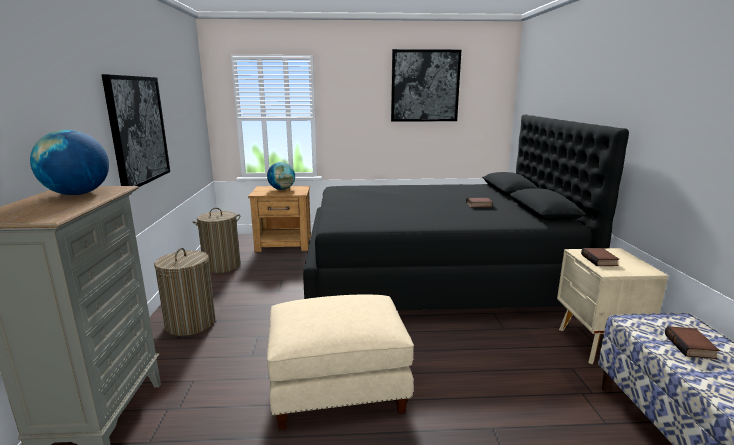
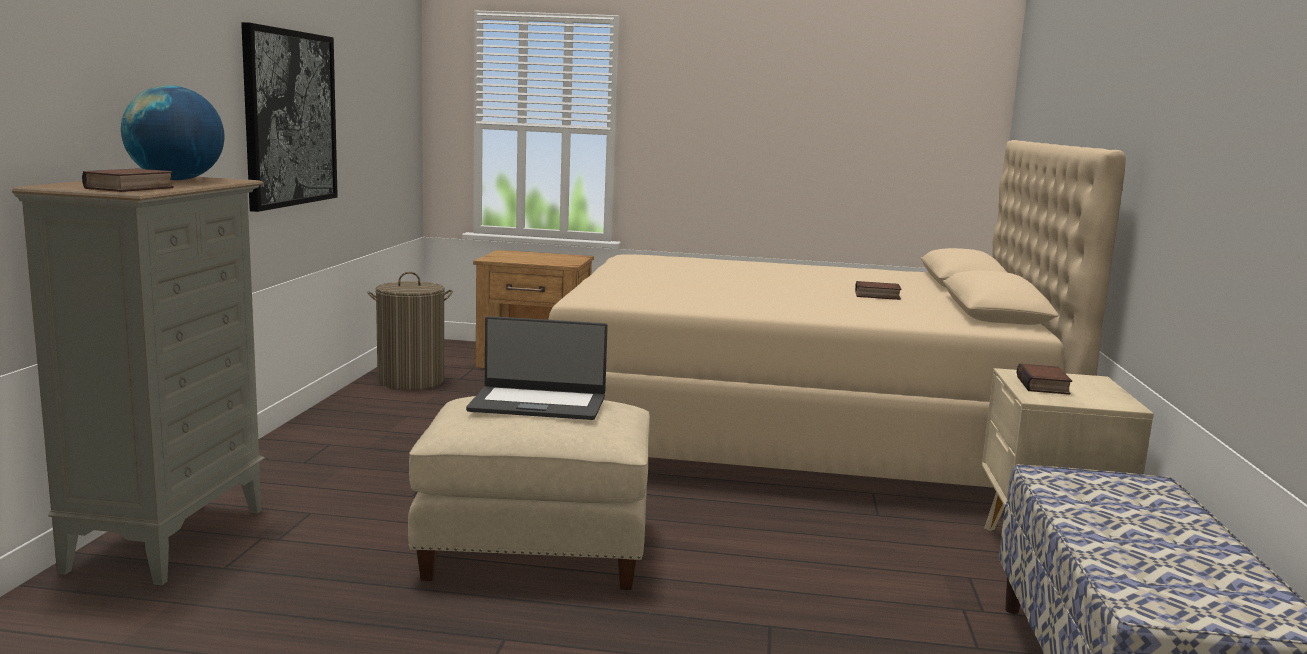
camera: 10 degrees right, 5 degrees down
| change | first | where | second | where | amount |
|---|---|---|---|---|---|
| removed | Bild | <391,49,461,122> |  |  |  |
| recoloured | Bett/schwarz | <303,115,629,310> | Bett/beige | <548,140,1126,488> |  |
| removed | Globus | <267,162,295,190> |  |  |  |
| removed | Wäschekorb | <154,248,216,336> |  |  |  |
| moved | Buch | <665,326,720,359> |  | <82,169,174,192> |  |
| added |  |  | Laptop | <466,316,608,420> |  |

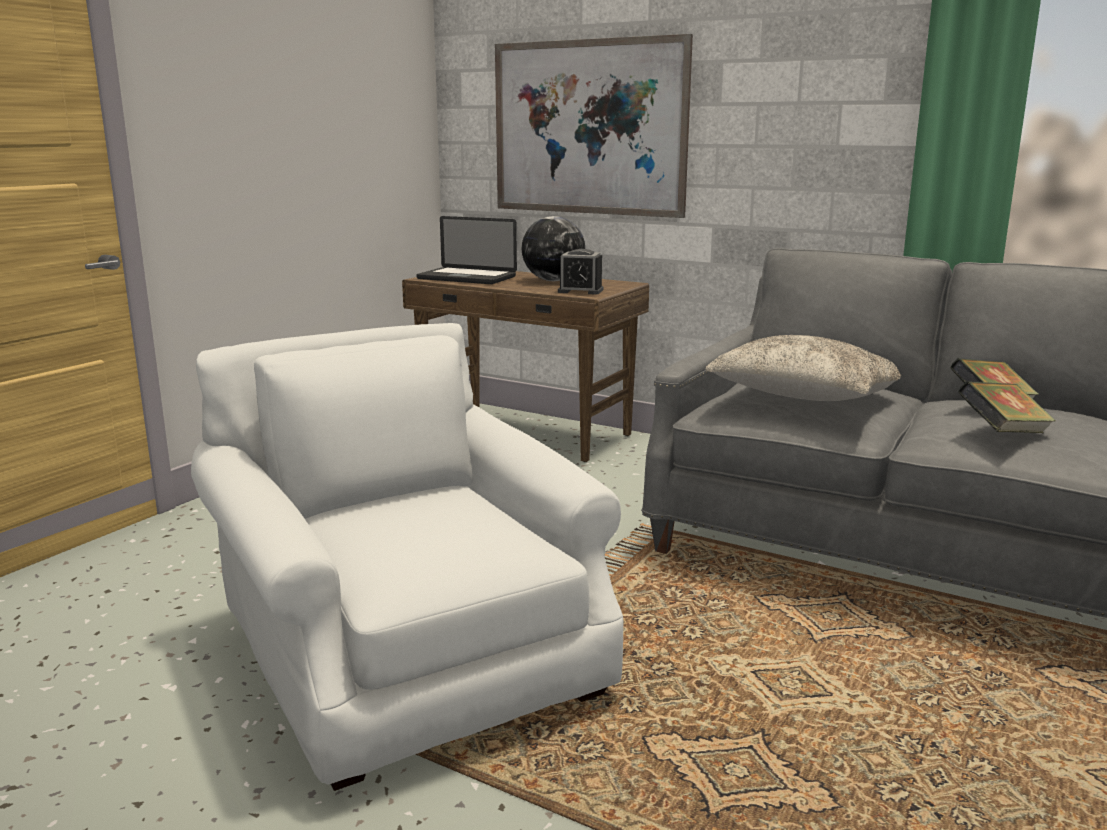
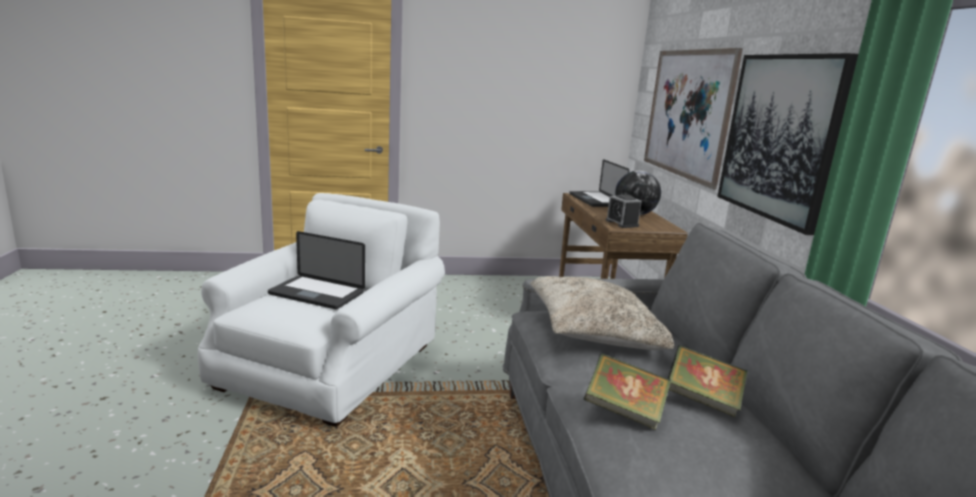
camera: 50 degrees right, 0 degrees up
| change | first | where | second | where | amount |
|---|---|---|---|---|---|
| added |  |  | Bild | <717,53,858,235> |  |
| added |  |  | Laptop | <268,231,365,309> |  |

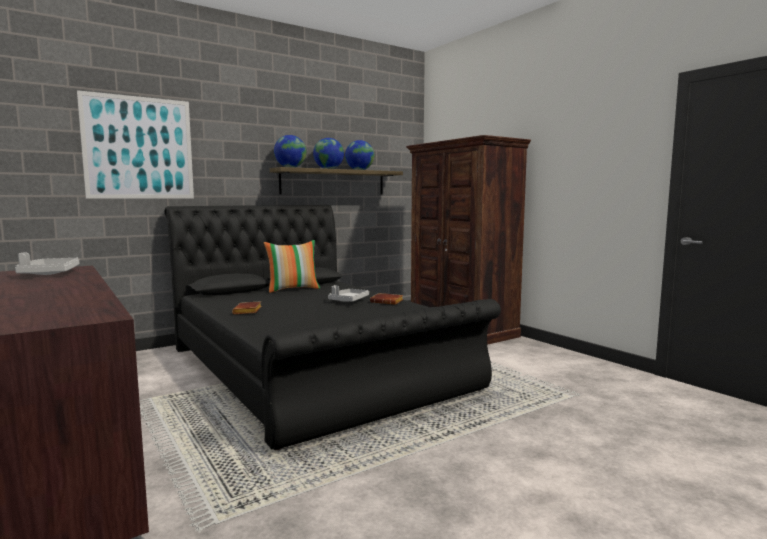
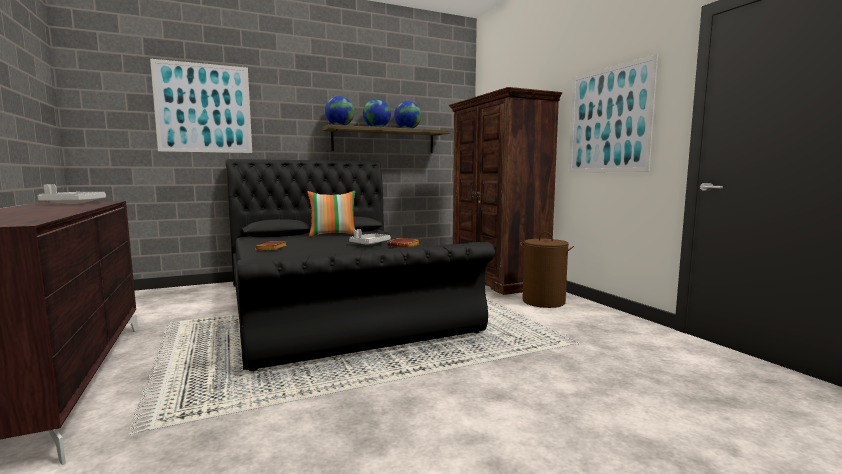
camera: 10 degrees right, 0 degrees up
| change | first | where | second | where | amount |
|---|---|---|---|---|---|
| added |  |  | Bild | <569,54,658,172> |  |
| added |  |  | Wäschekorb/braun | <520,232,574,308> |  |

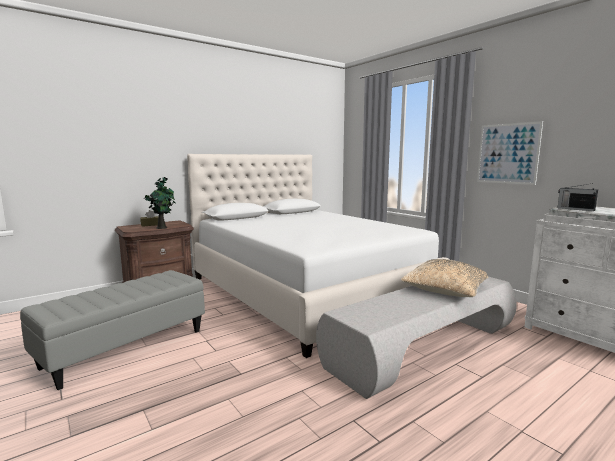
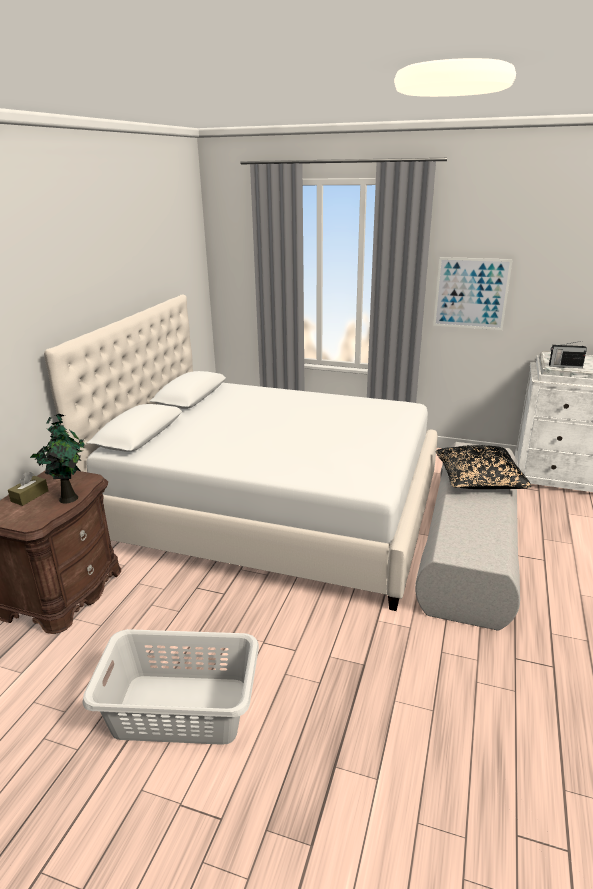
camera: 35 degrees left, 15 degrees up
| change | first | where | second | where | amount |
|---|---|---|---|---|---|
| recoloured | Kissen/beige | <401,259,488,297> | Kissen/schwarz | <435,445,531,489> |  |
| replaced | Polsterhocker/grau | <20,270,205,390> | Wäschekorb/grau | <83,629,259,745> |  |

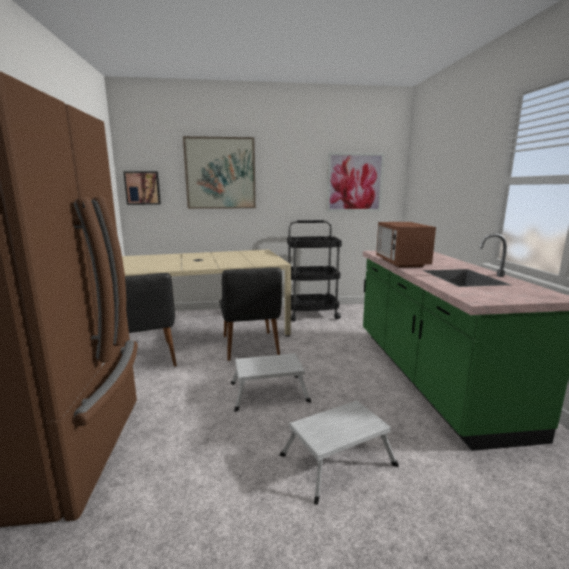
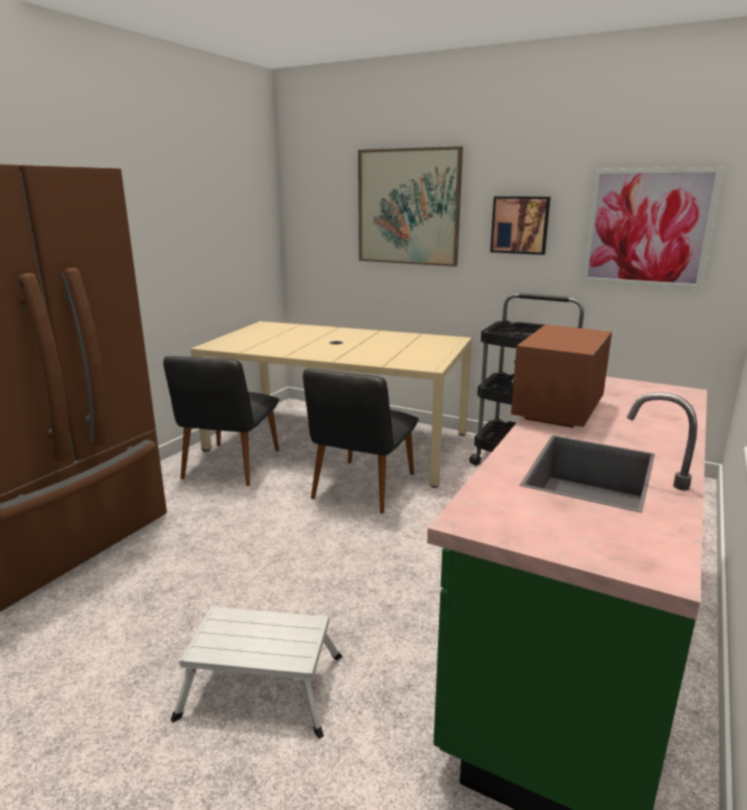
camera: 35 degrees right, 5 degrees up
| change | first | where | second | where | amount |
|---|---|---|---|---|---|
| moved | Bild | <123,171,161,205> |  | <490,196,551,255> |  |
| removed | Trittleiter/weiß | <230,353,311,412> |  |  |  |

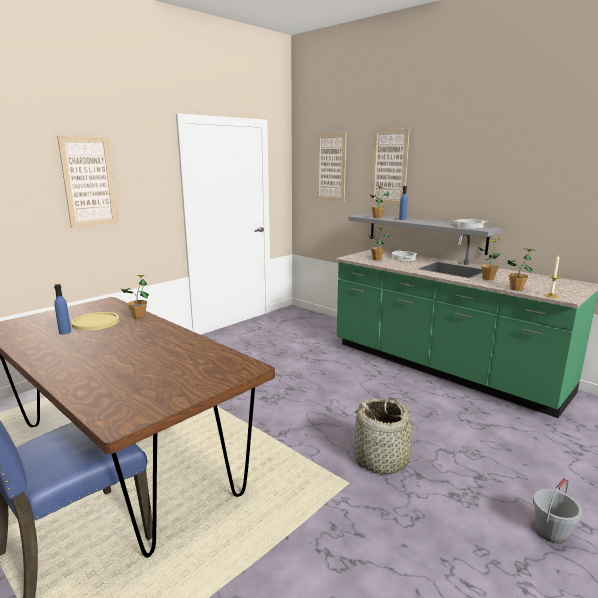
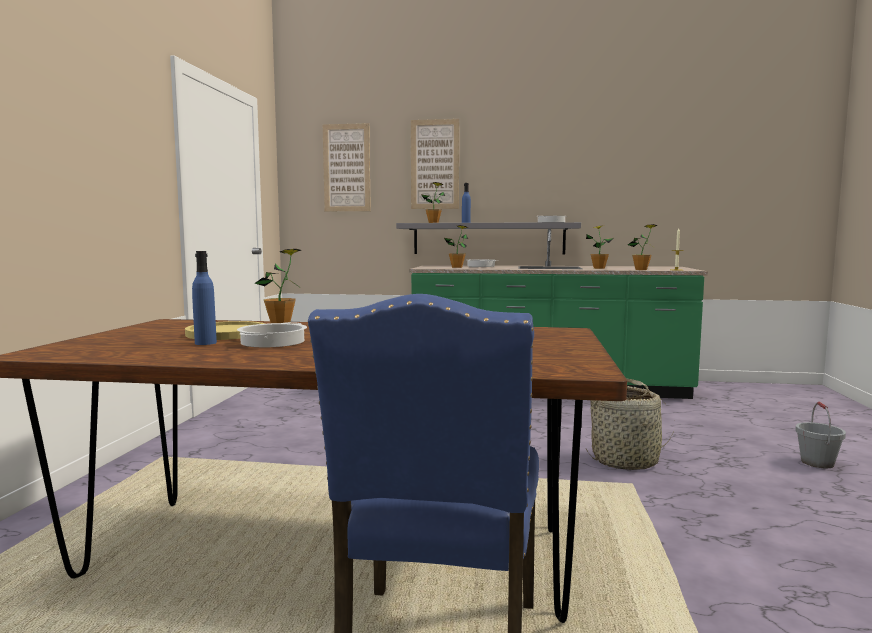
camera: 35 degrees left, 10 degrees down
| change | first | where | second | where | amount |
|---|---|---|---|---|---|
| removed | Bild | <57,135,118,228> |  |  |  |
| added |  |  | Kochtopf | <237,322,307,347> |  |

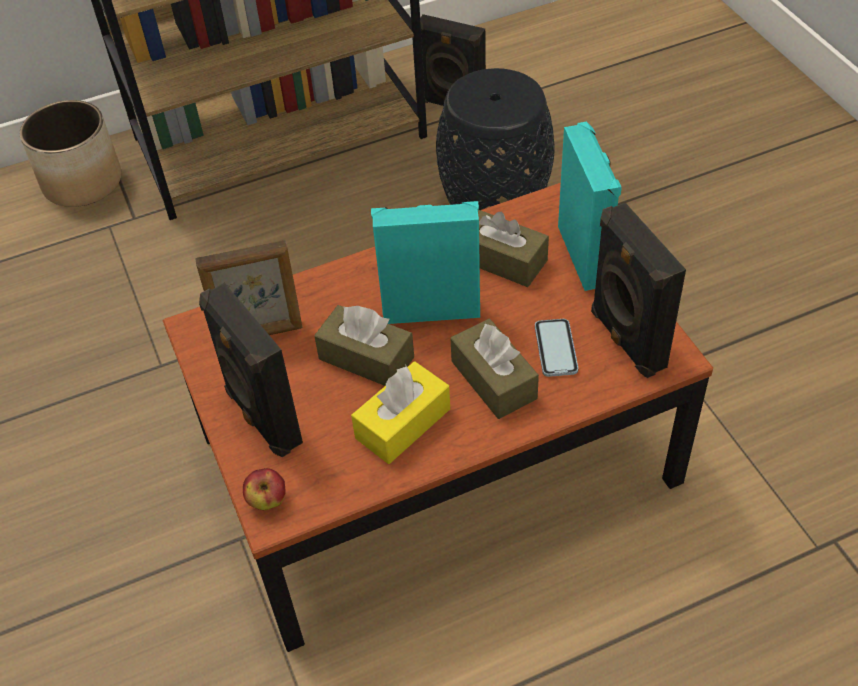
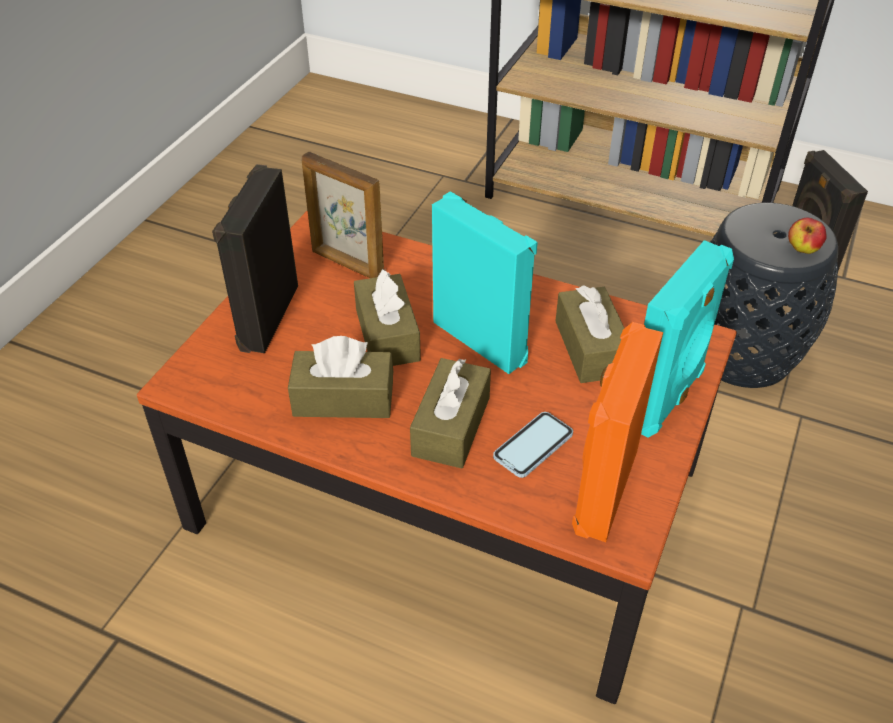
camera: 45 degrees right, 5 degrees down
| change | first | where | second | where | amount |
|---|---|---|---|---|---|
| removed | Pflanzkübel | <20,100,122,207> |  |  |  |
| recoloured | Lautsprecher/schwarz | <591,203,686,378> | Lautsprecher/orange | <572,322,663,542> |  |
| recoloured | Taschentuchbox/gelb | <351,361,450,464> | Taschentuchbox/braun | <288,336,393,418> |  |
| moved | Apfel | <243,468,286,510> |  | <788,218,827,254> |  |

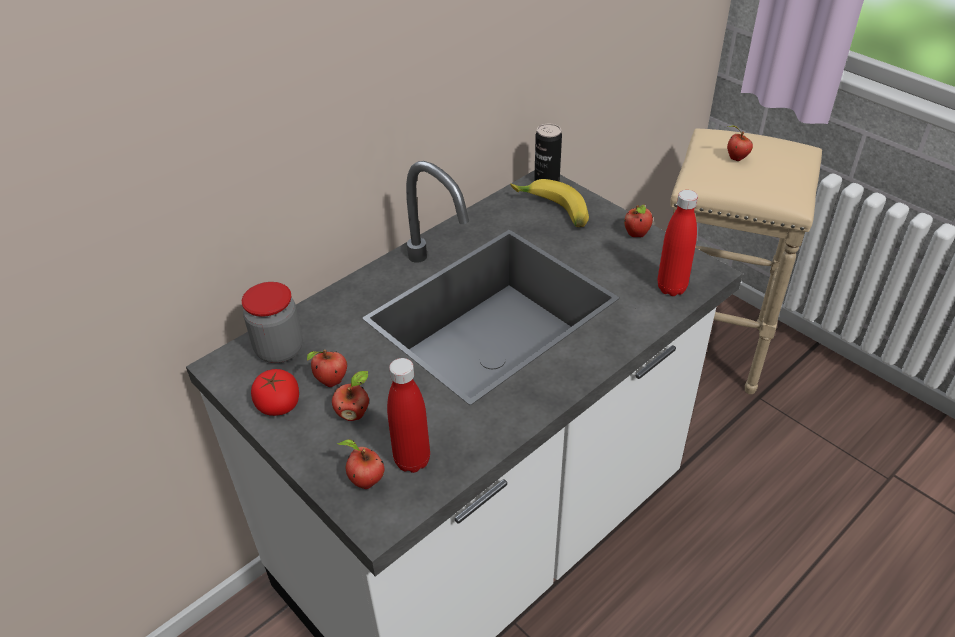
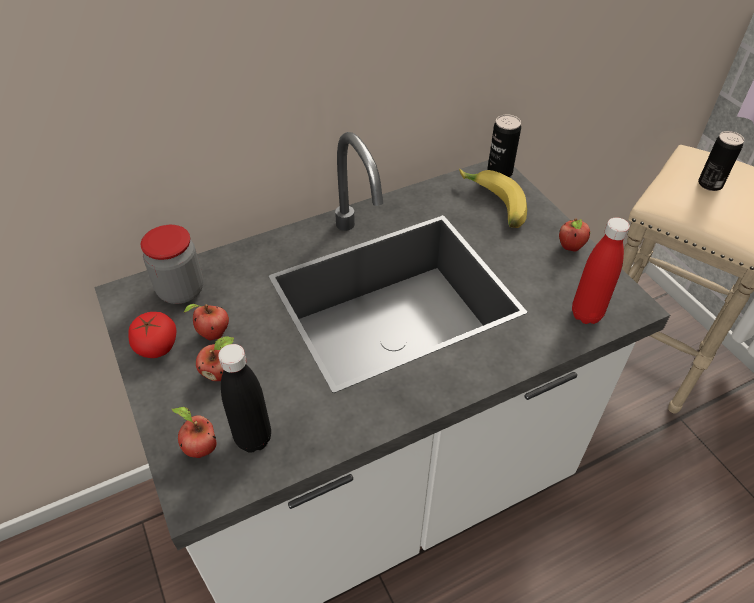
camera: 15 degrees right, 5 degrees up
| change | first | where | second | where | amount |
|---|---|---|---|---|---|
| replaced | Apfel | <727,126,753,161> | Dose | <698,131,744,191> |  |
| recoloured | Flasche/rot | <387,358,430,473> | Flasche/schwarz | <218,344,271,453> |  |

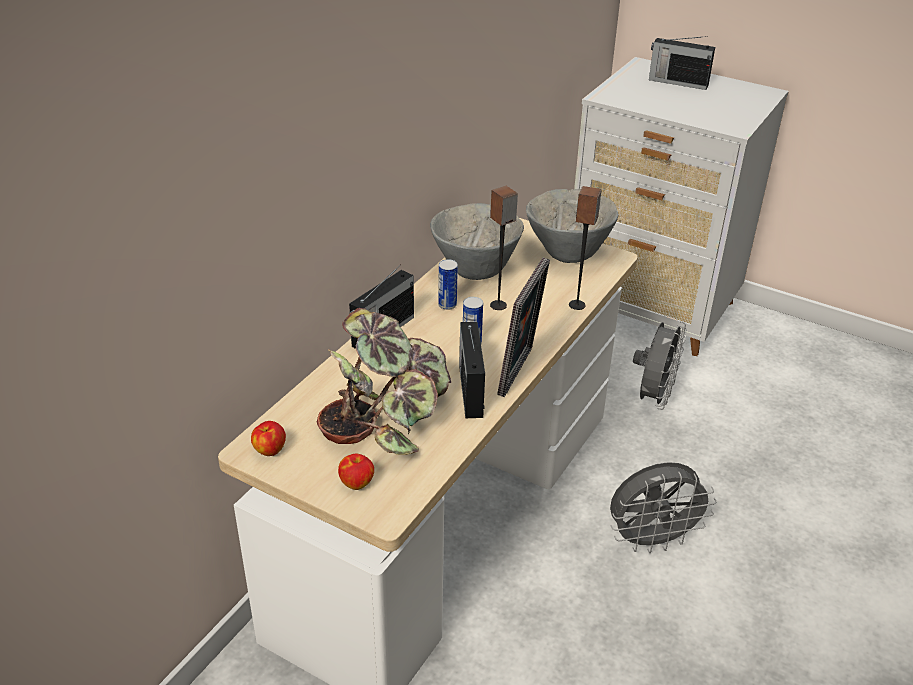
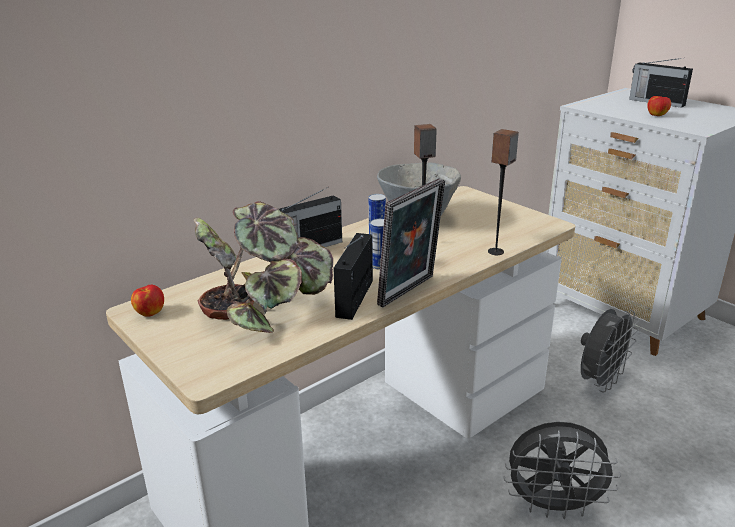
camera: 20 degrees right, 10 degrees down
| change | first | where | second | where | amount |
|---|---|---|---|---|---|
| removed | Schüssel/grau | <526,189,618,263> |  |  |  |
| moved | Apfel | <338,454,374,490> |  | <647,96,671,116> |  |

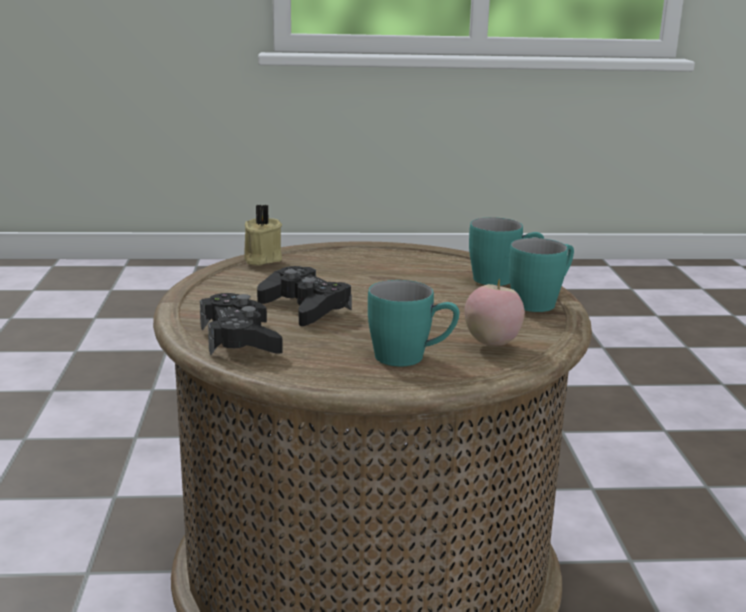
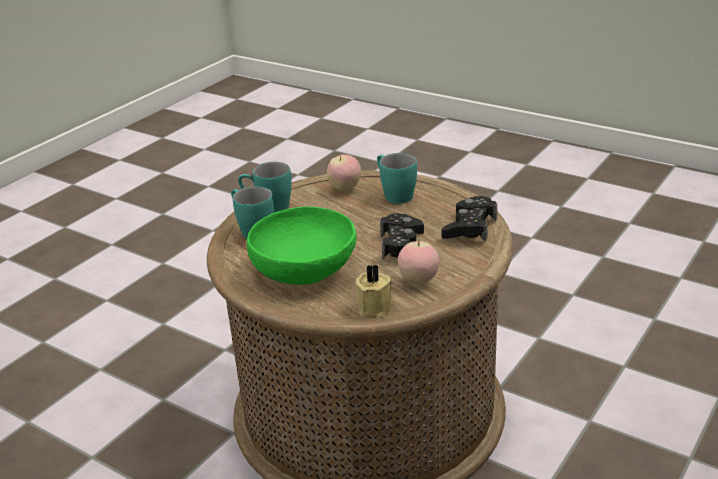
camera: 140 degrees left, 10 degrees up
| change | first | where | second | where | amount |
|---|---|---|---|---|---|
| added |  |  | Schüssel/grün | <247,207,357,285> |  |
| added |  |  | Apfel | <398,240,440,284> |  |

